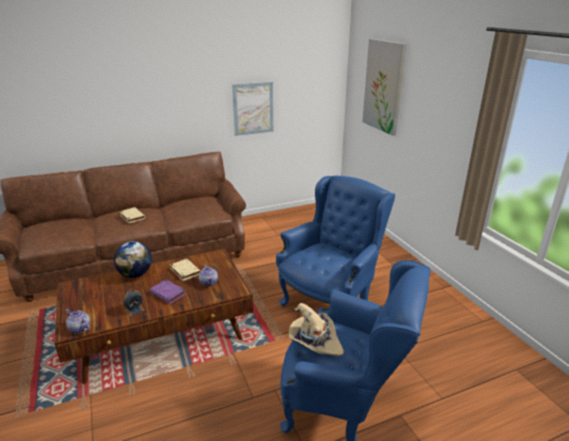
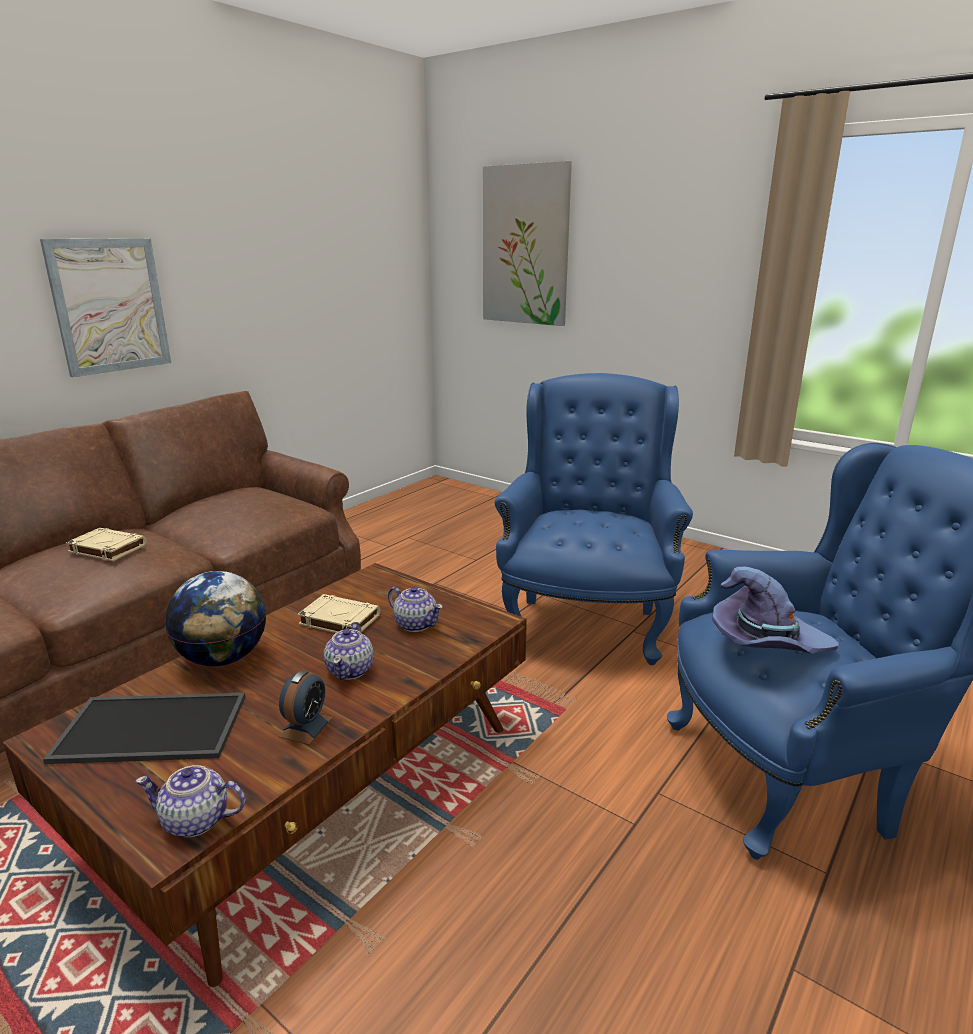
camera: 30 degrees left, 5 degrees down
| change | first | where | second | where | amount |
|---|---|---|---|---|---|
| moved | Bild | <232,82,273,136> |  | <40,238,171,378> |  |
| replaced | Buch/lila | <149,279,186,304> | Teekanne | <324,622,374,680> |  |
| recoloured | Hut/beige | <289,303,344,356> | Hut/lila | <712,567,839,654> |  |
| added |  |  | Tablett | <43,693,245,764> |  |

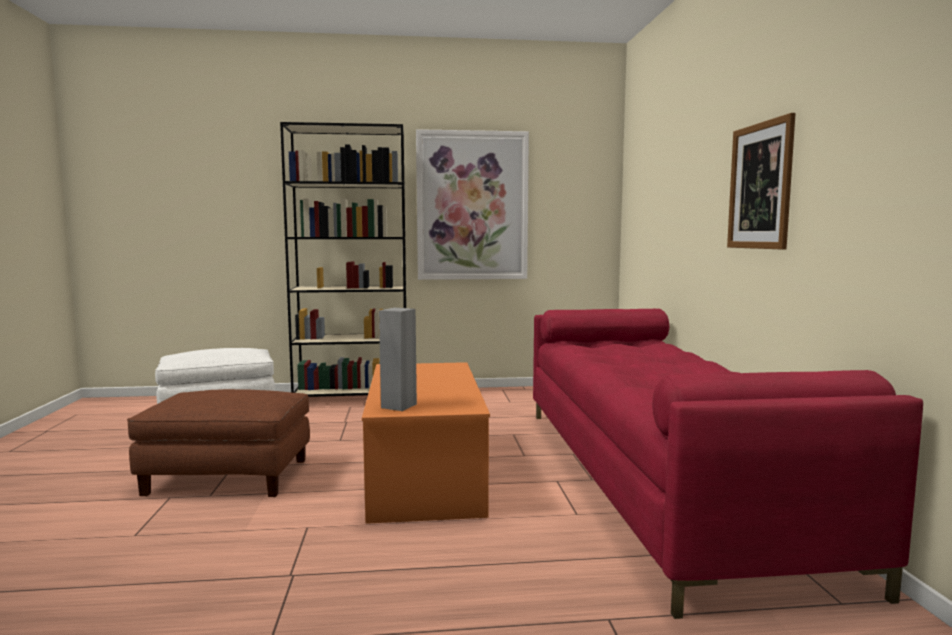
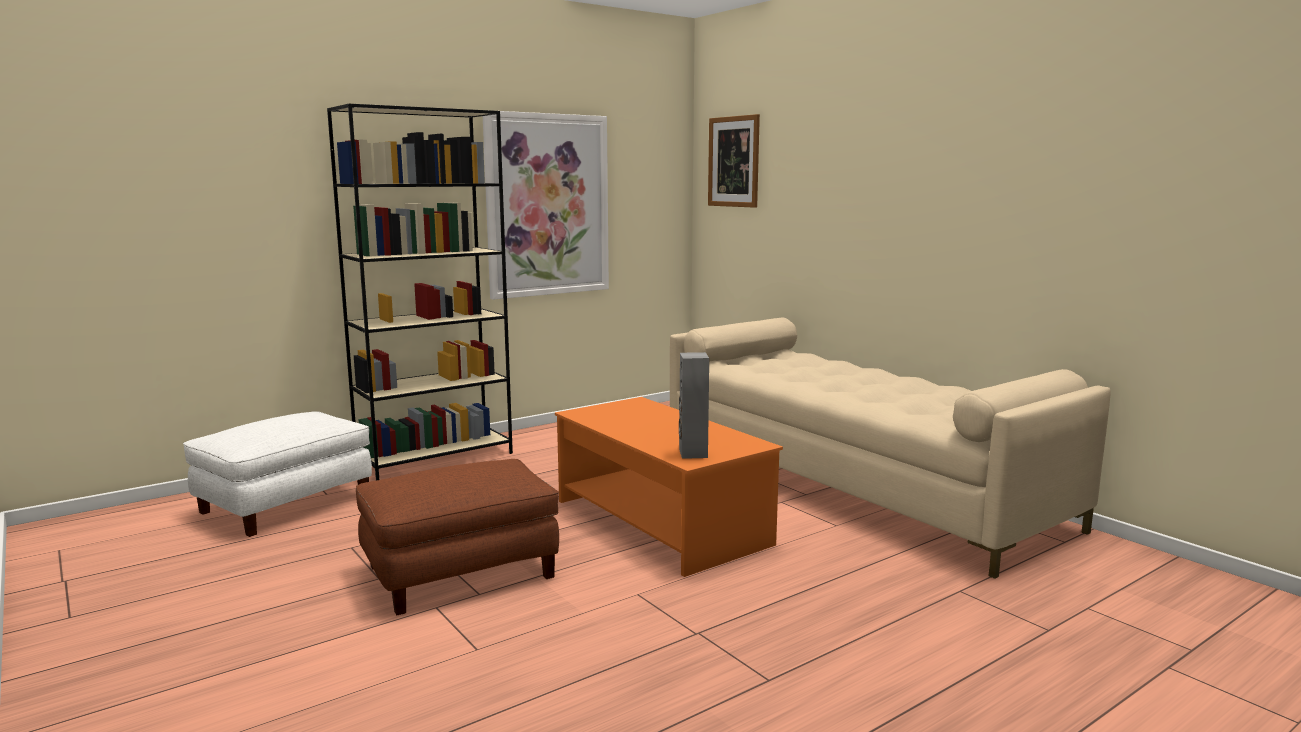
camera: 30 degrees left, 5 degrees up
| change | first | where | second | where | amount |
|---|---|---|---|---|---|
| moved | Bild | <727,113,796,250> |  | <708,114,760,208> |  |
| recoloured | Sofa/rot | <533,309,923,619> | Sofa/beige | <670,317,1111,579> |  |

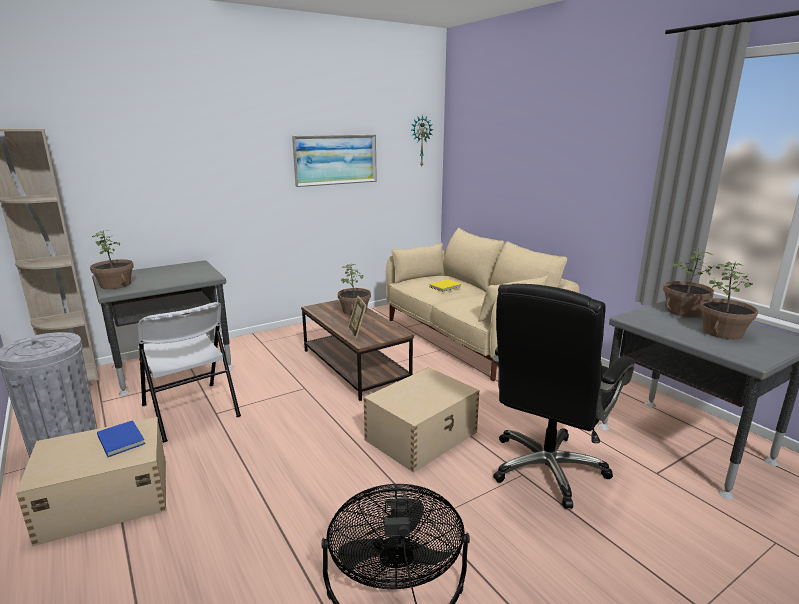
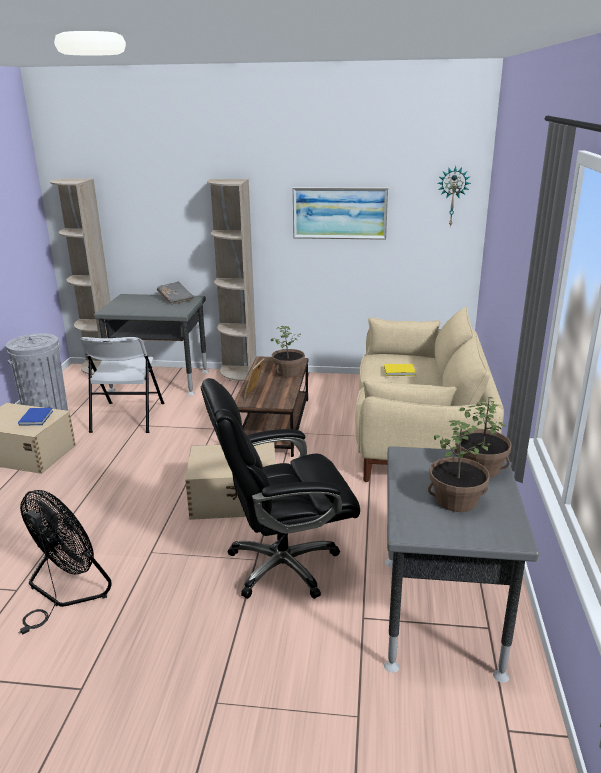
camera: 40 degrees right, 5 degrees up
| change | first | where | second | where | amount |
|---|---|---|---|---|---|
| removed | Topfpflanze | <90,230,134,289> |  |  |  |
| added |  |  | Bücherregal/beige | <207,179,256,381> |  |
| added |  |  | Buch/grau | <157,281,194,305> |  |

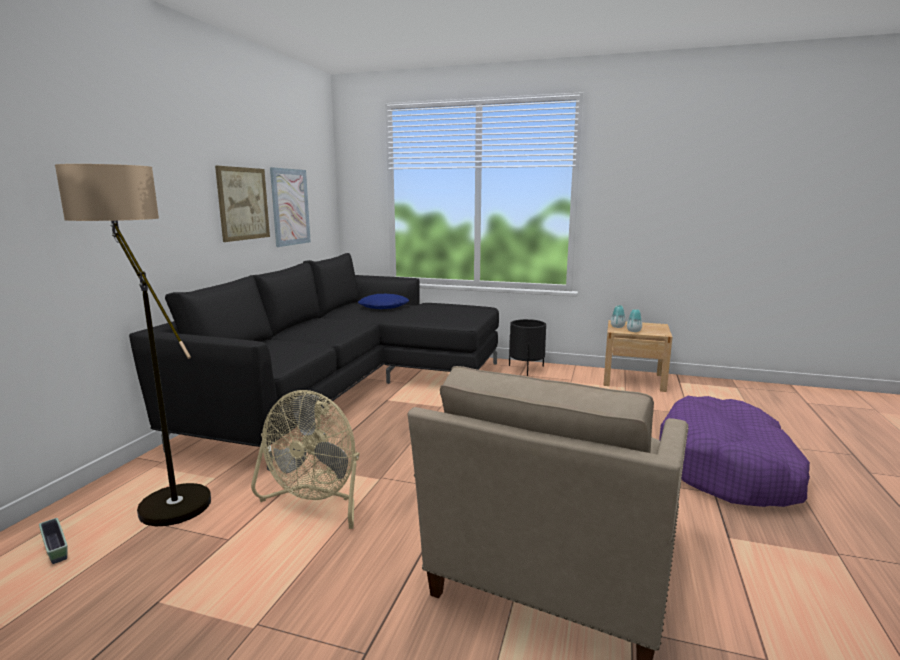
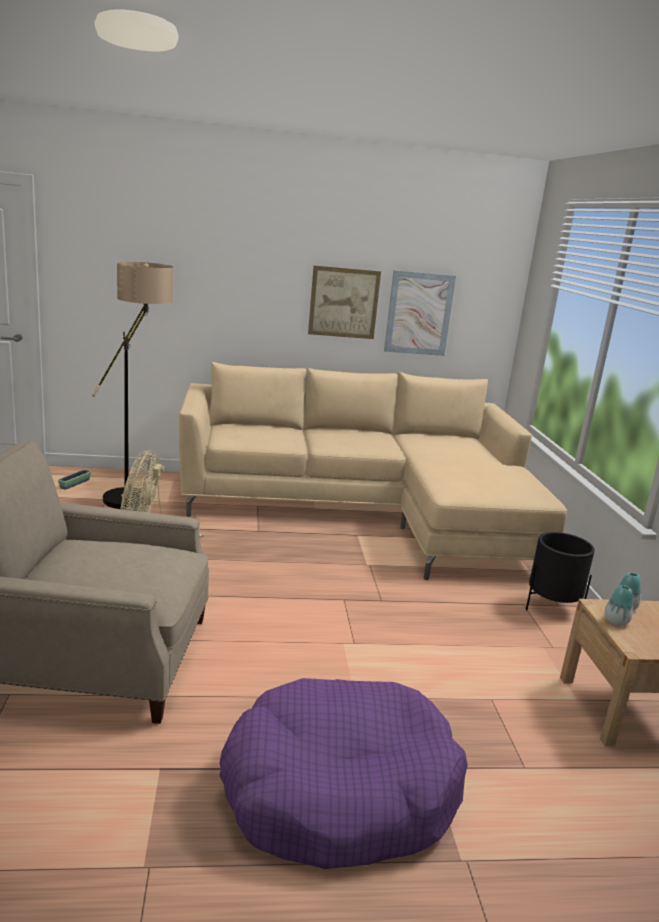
camera: 65 degrees right, 5 degrees up
| change | first | where | second | where | amount |
|---|---|---|---|---|---|
| recoloured | Sofa/schwarz | <129,253,499,471> | Sofa/beige | <179,362,567,580> |  |
| removed | Kissen/blau | <358,294,409,309> |  |  |  |

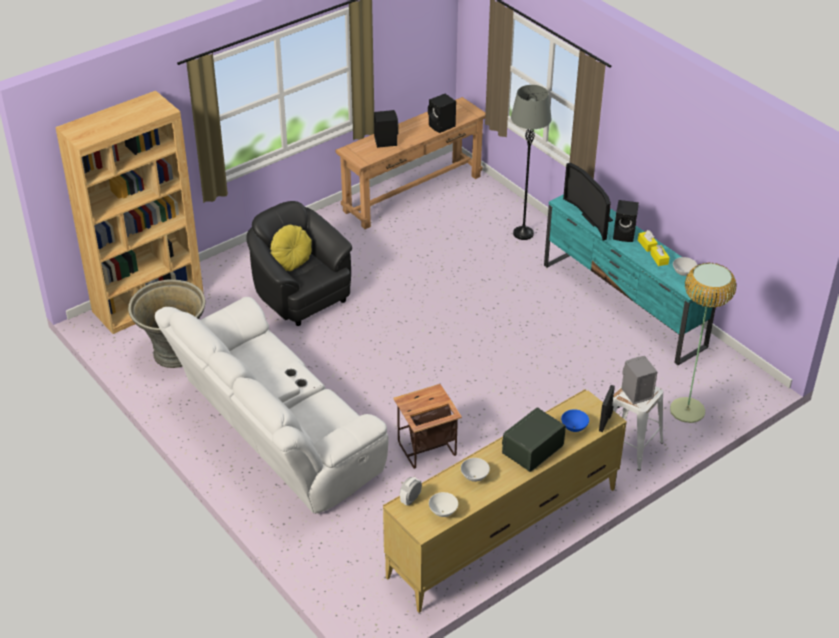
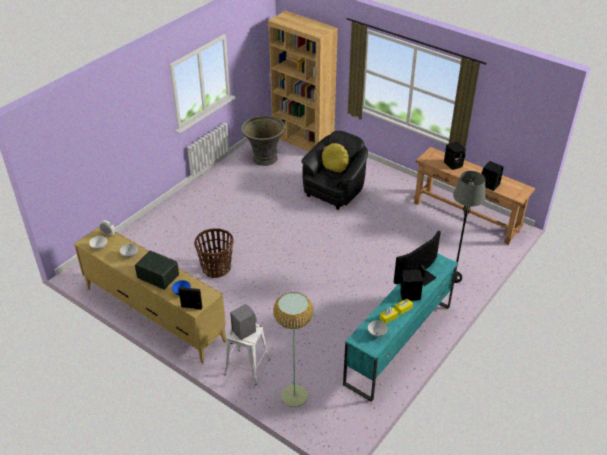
camera: 75 degrees right, 0 degrees up
| change | first | where | second | where | amount |
|---|---|---|---|---|---|
| removed | Sofa/weiß | <155,297,389,513> |  |  |  |
| replaced | Beistelltisch | <393,384,462,469> | Korb | <194,228,234,278> |  |

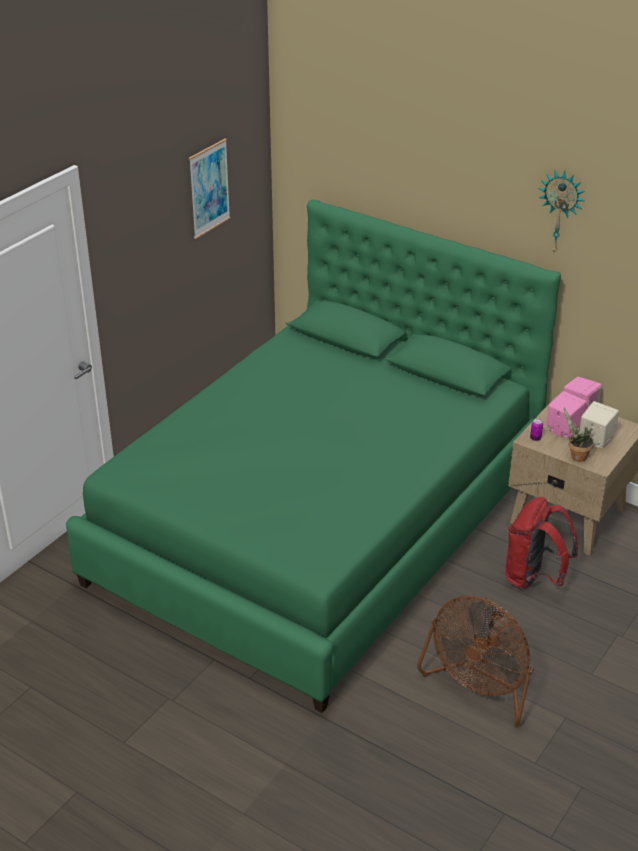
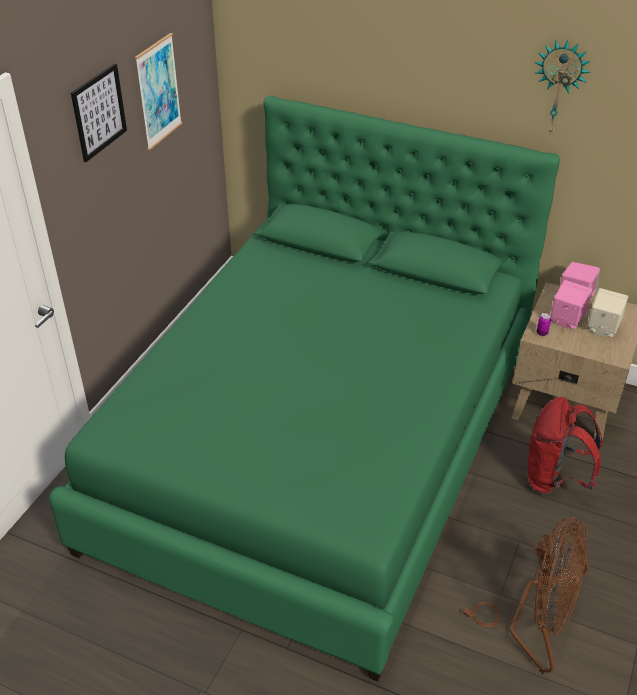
camera: 10 degrees left, 5 degrees up
| change | first | where | second | where | amount |
|---|---|---|---|---|---|
| removed | Topfpflanze | <564,408,594,462> |  |  |  |
| turned | Ventilator/braun | <417,596,534,728> |  | <461,517,589,674> | 90 degrees counterclockwise |
| added |  |  | Bild | <71,64,127,162> |  |

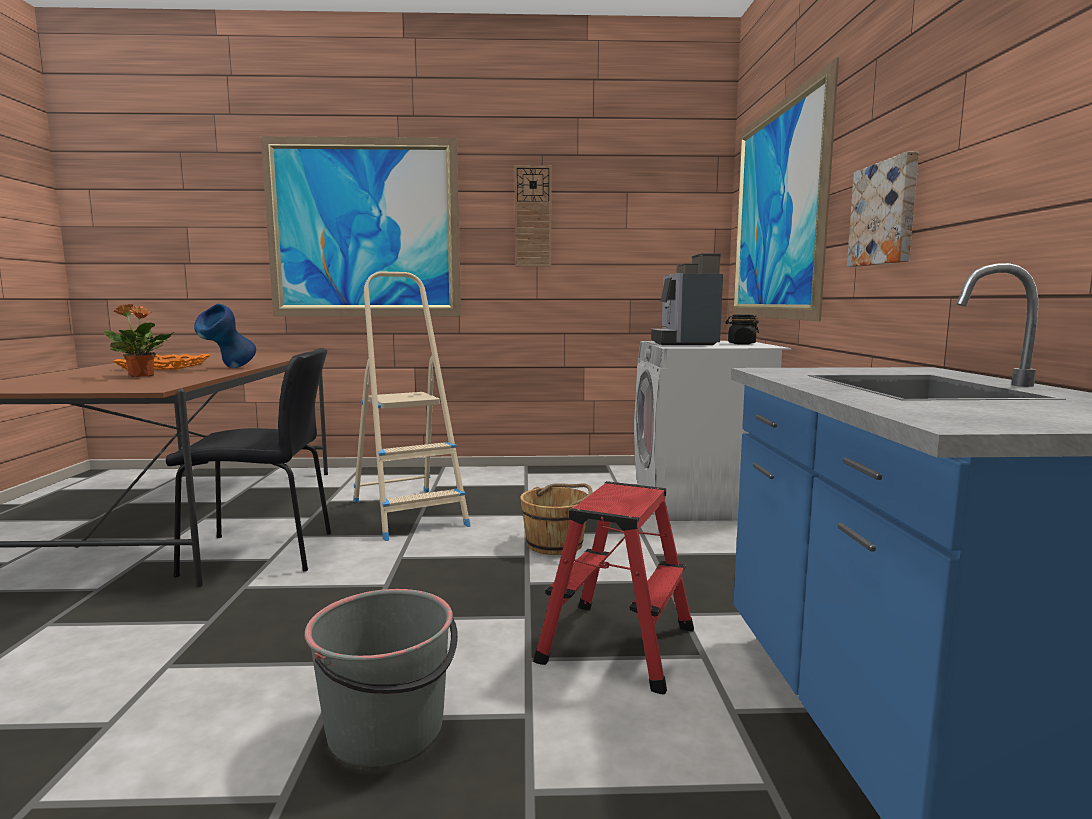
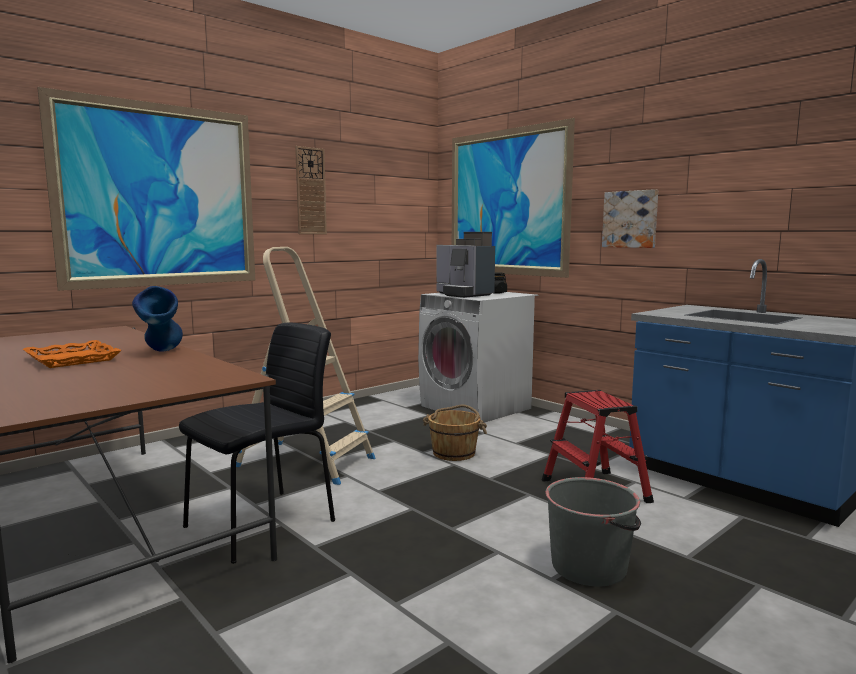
camera: 40 degrees left, 0 degrees up
| change | first | where | second | where | amount |
|---|---|---|---|---|---|
| removed | Topfpflanze | <104,304,174,377> |  |  |  |

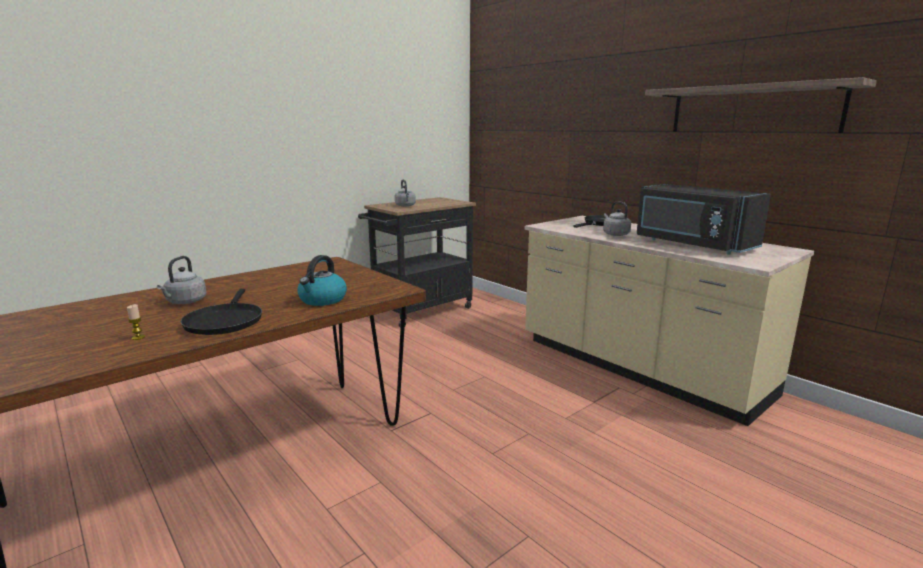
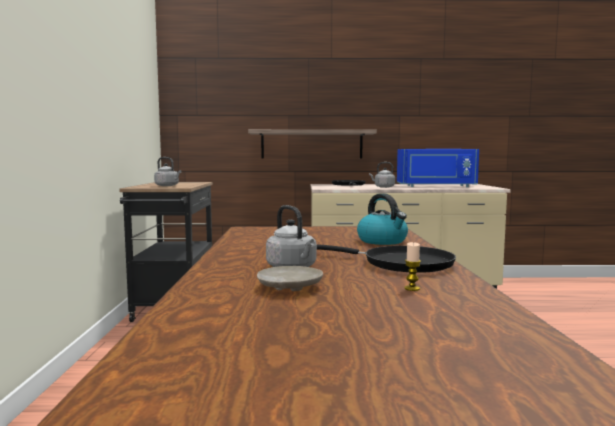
camera: 50 degrees left, 10 degrees down
| change | first | where | second | where | amount |
|---|---|---|---|---|---|
| moved | Wandregal | <645,77,877,133> |  | <248,129,377,158> |  |
| recoloured | Mikrowelle/schwarz | <636,184,771,255> | Mikrowelle/blau | <397,149,479,187> |  |
| added |  |  | Teller/beige | <257,266,323,291> |  |

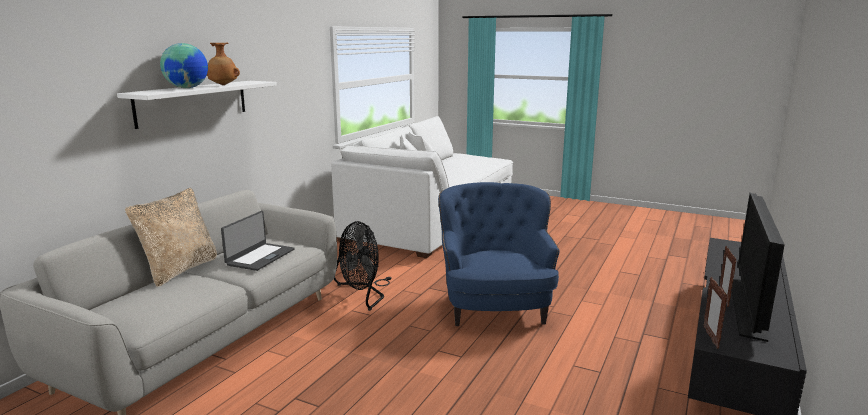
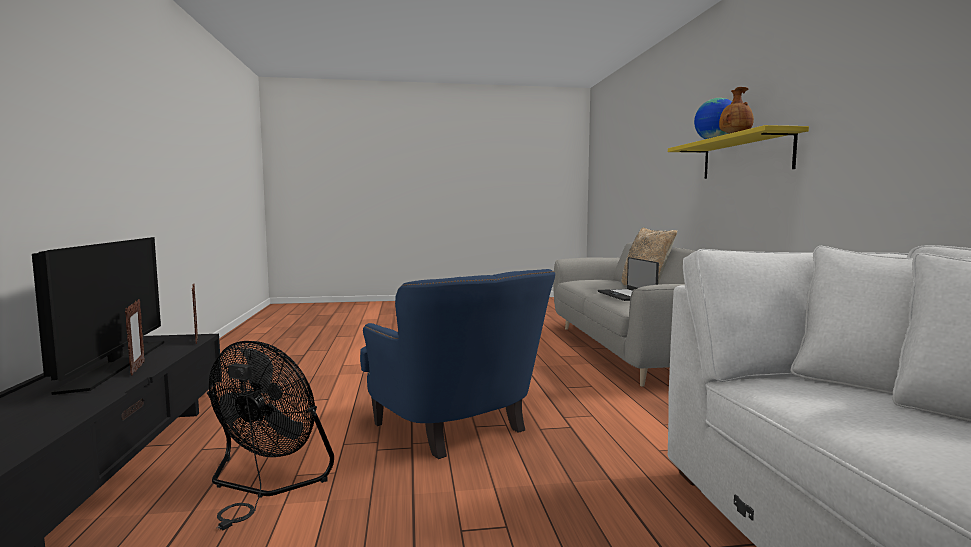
camera: 145 degrees right, 10 degrees down
| change | first | where | second | where | amount |
|---|---|---|---|---|---|
| recoloured | Wandregal/weiß | <117,81,277,129> | Wandregal/gelb | <668,125,809,179> |  |
| moved | Ventilator/schwarz | <334,221,392,311> |  | <207,341,334,530> |  |

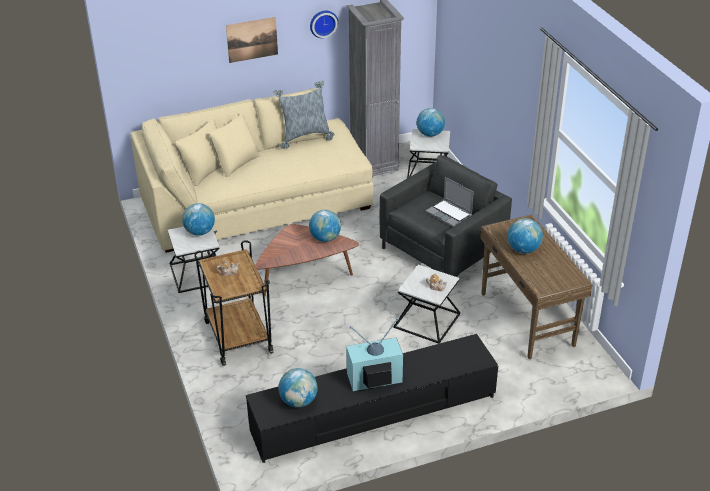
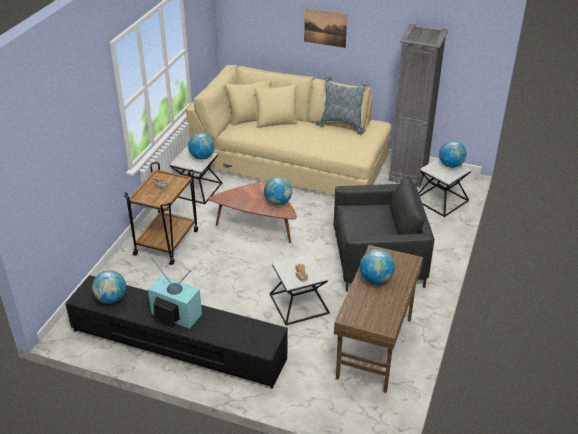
camera: 40 degrees right, 0 degrees up
| change | first | where | second | where | amount |
|---|---|---|---|---|---|
| removed | Wanduhr | <310,11,338,38> |  |  |  |
| removed | Laptop | <426,177,474,227> |  |  |  |

